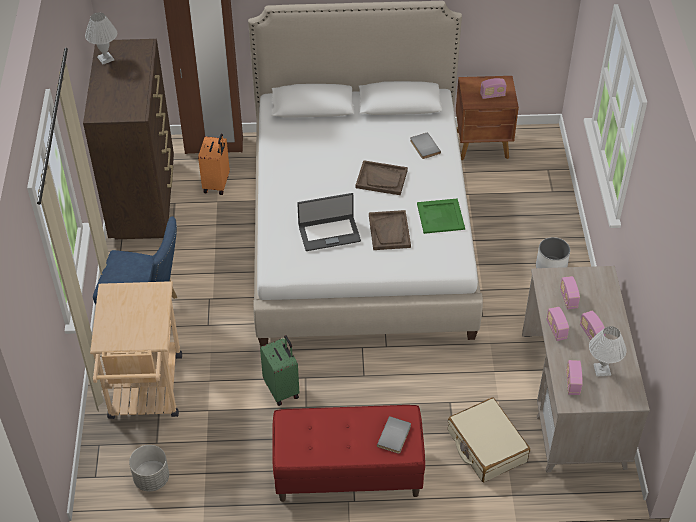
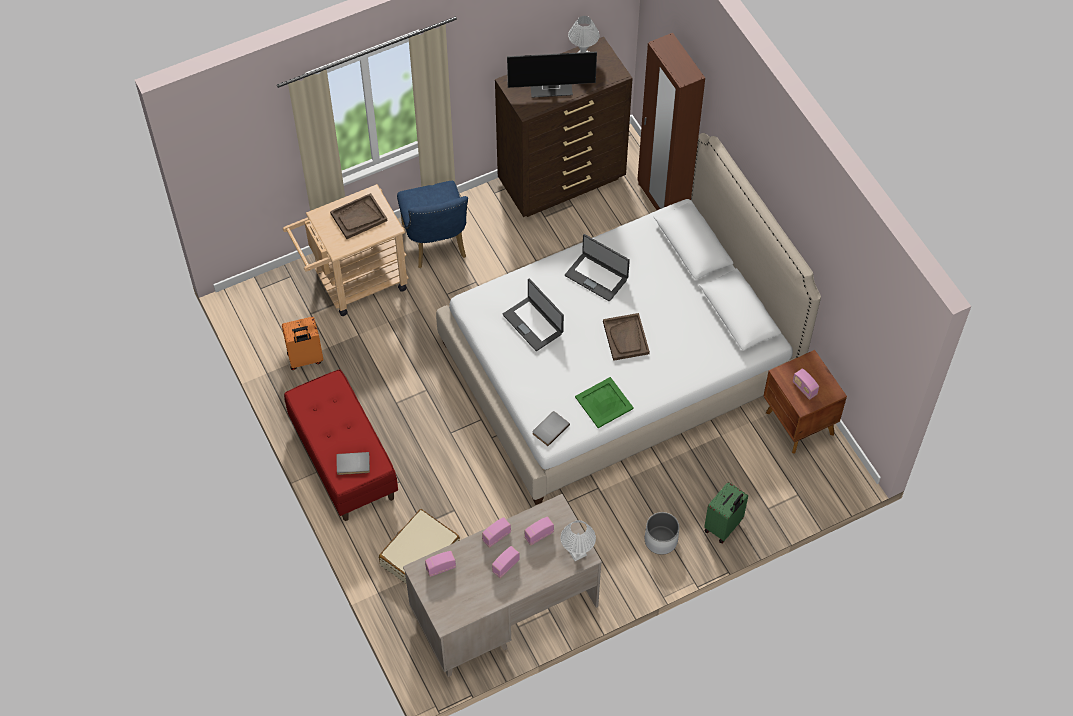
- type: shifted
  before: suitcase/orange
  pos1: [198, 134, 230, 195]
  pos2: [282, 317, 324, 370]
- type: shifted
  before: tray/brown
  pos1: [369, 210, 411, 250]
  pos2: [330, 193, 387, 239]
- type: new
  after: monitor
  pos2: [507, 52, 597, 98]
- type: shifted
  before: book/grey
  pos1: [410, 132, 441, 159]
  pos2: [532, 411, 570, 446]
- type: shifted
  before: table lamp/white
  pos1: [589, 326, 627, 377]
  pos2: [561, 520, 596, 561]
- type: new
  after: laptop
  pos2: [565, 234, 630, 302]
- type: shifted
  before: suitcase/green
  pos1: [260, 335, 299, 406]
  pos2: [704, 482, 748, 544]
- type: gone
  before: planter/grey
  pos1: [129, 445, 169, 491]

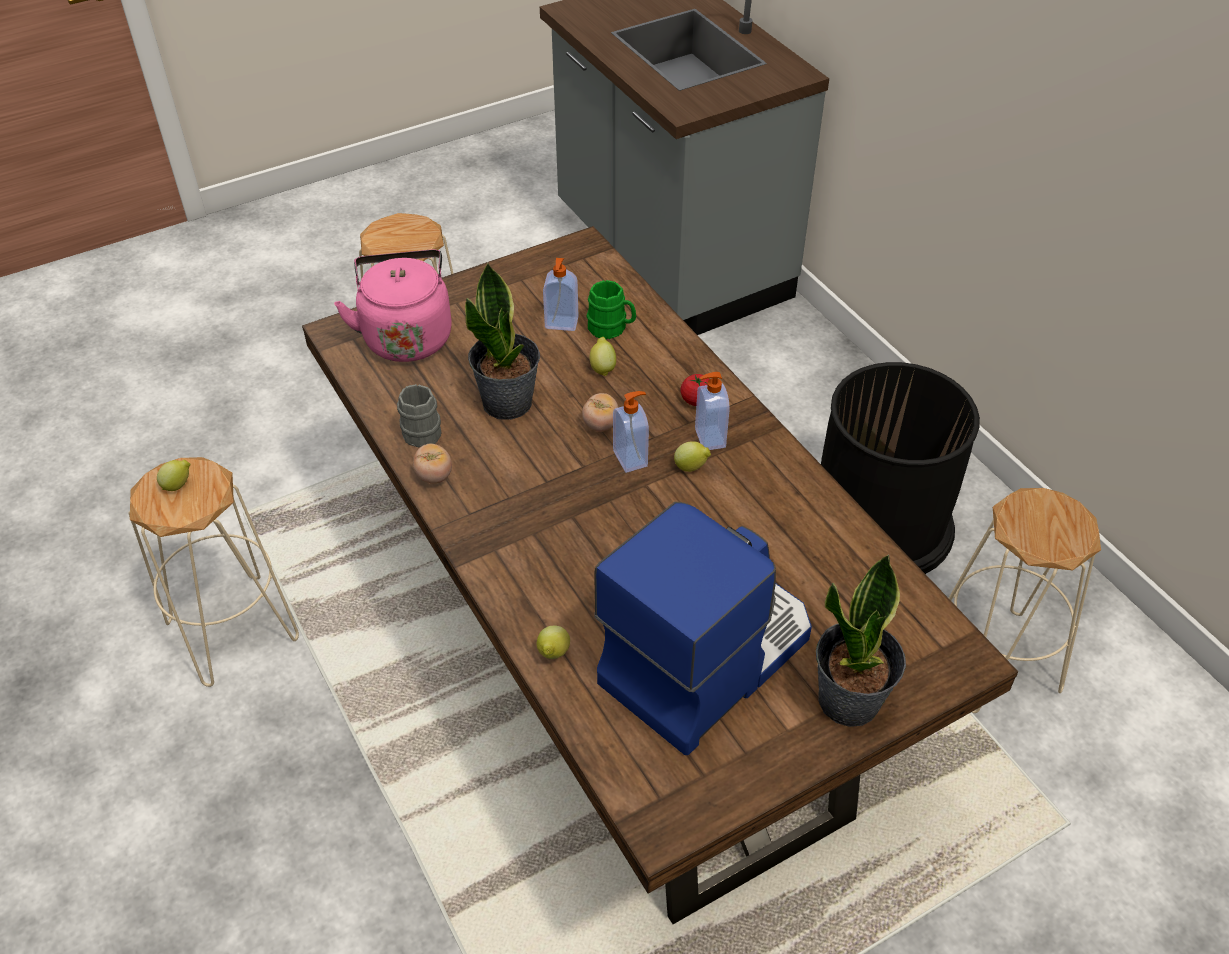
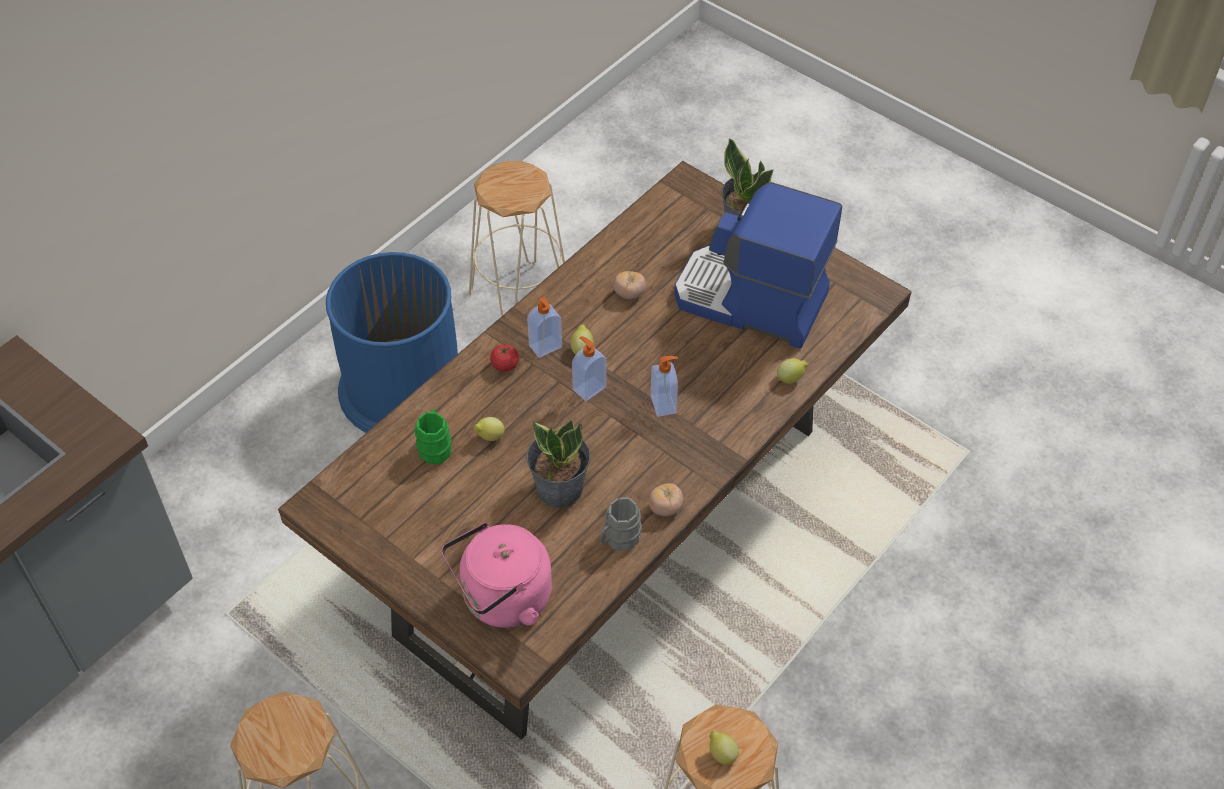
- type: repainted
  before: trash can/black
  after: trash can/blue
  pos1: [821, 362, 980, 574]
  pos2: [326, 252, 458, 433]
- type: shifted
  before: tomato
  pos1: [582, 393, 619, 432]
  pos2: [613, 271, 646, 299]
- type: shifted
  before: soap dispenser
  pos1: [543, 258, 578, 331]
  pos2: [651, 356, 678, 417]

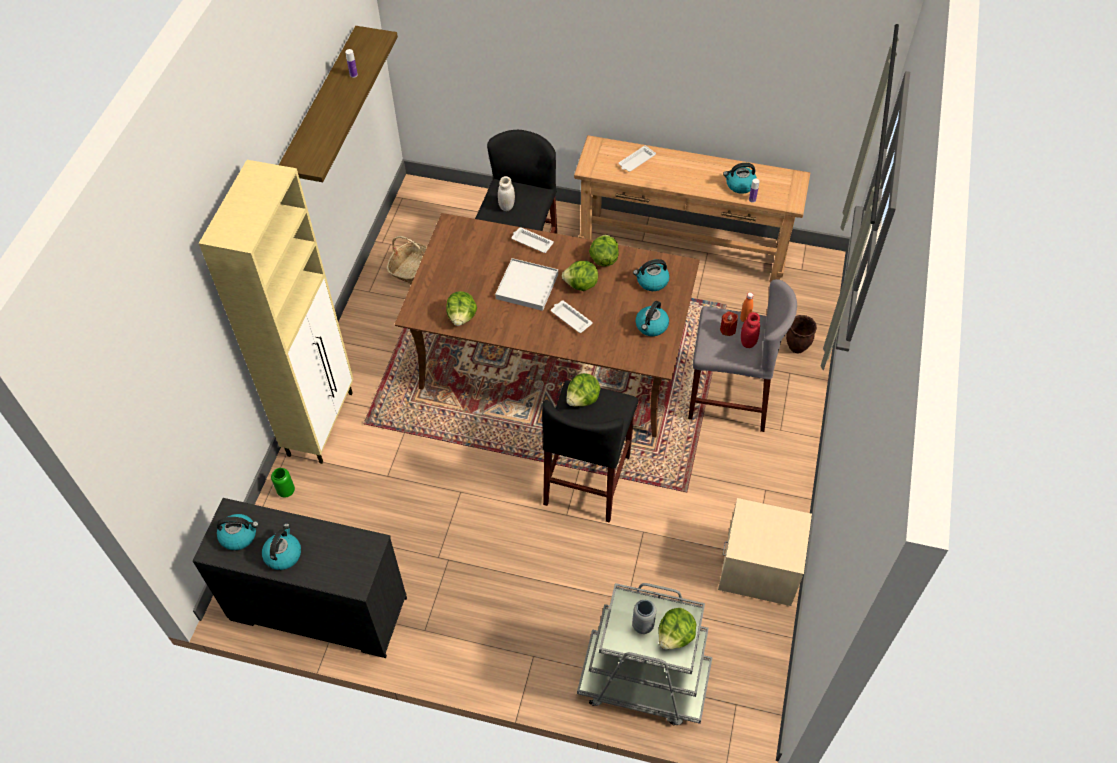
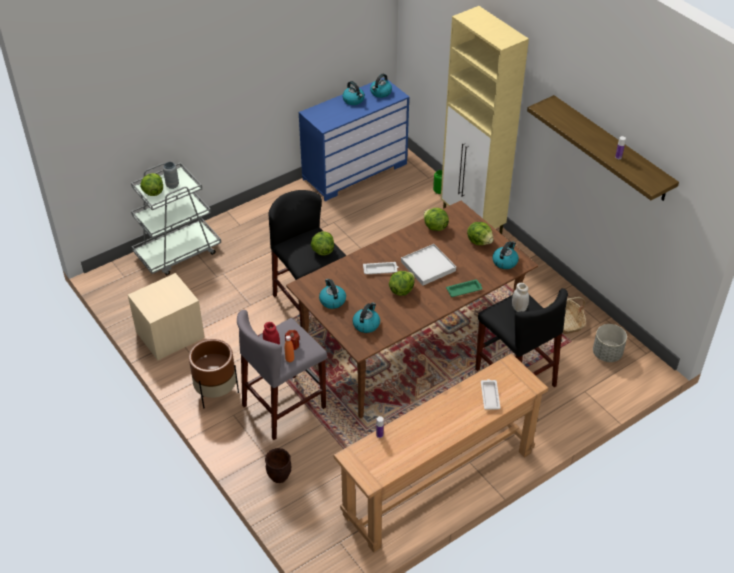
- type: new
  after: planter/brown
  pos2: [189, 339, 239, 408]
- type: repainted
  before: dresser/black
  after: dresser/blue
  pos1: [193, 498, 407, 658]
  pos2: [299, 78, 410, 201]
- type: repainted
  before: tray/white
  after: tray/green
  pos1: [511, 227, 554, 253]
  pos2: [446, 279, 482, 297]
- type: shifted
  before: lettuce
  pos1: [589, 235, 619, 267]
  pos2: [467, 222, 493, 245]
- type: shifted
  before: kettle
  pos1: [723, 163, 757, 194]
  pos2: [492, 241, 519, 269]
- type: new
  after: planter/grey
  pos2: [593, 324, 627, 362]

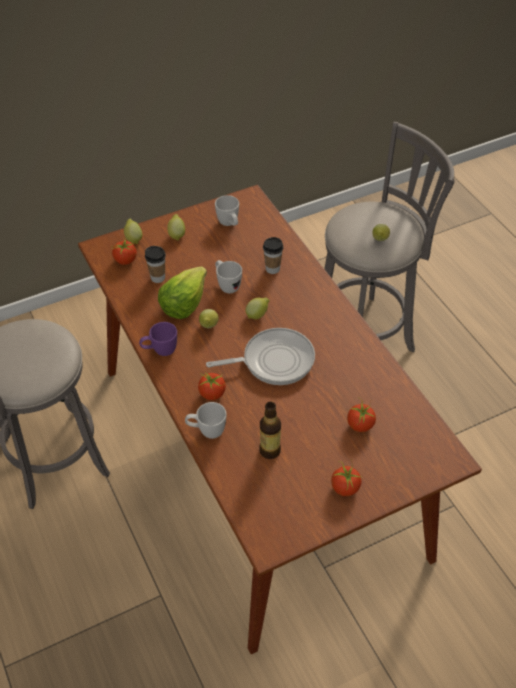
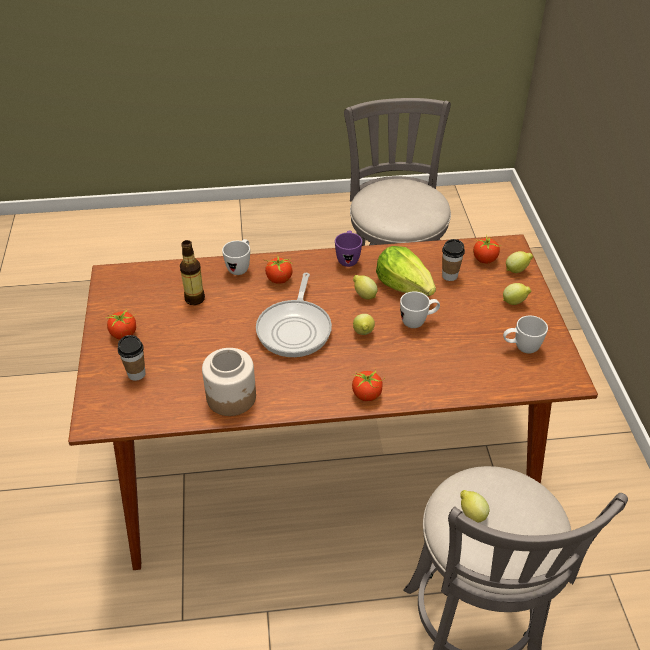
- type: shifted
  before: cup
  pos1: [263, 237, 283, 274]
  pos2: [118, 335, 145, 381]
- type: new
  after: jar
  pos2: [202, 348, 256, 416]
- type: shifted
  before: tomato
  pos1: [347, 398, 376, 432]
  pos2: [352, 368, 385, 401]

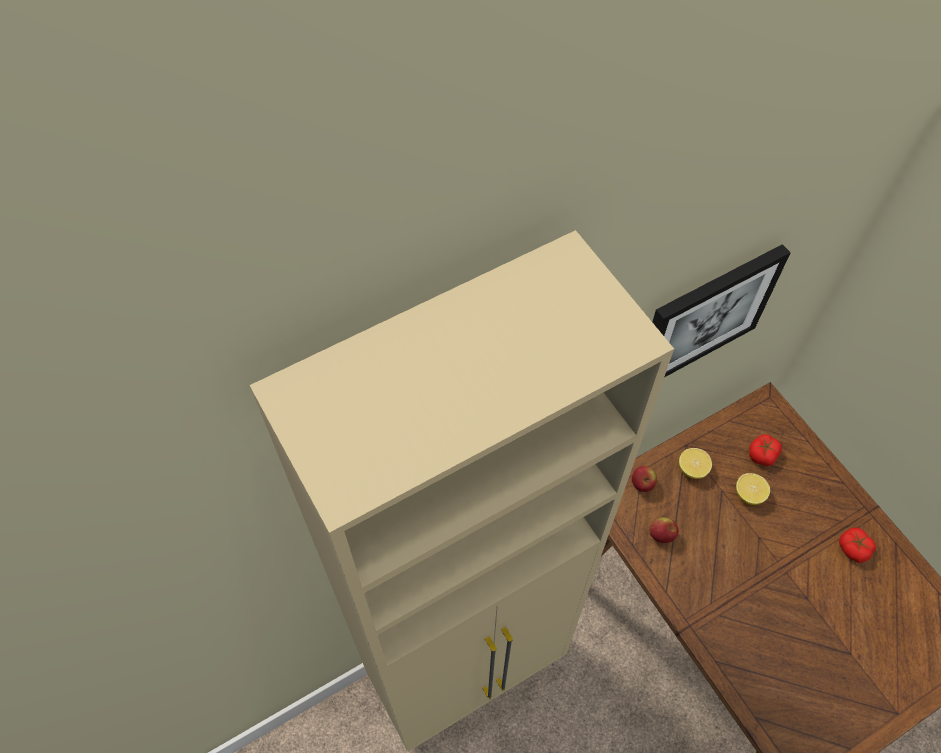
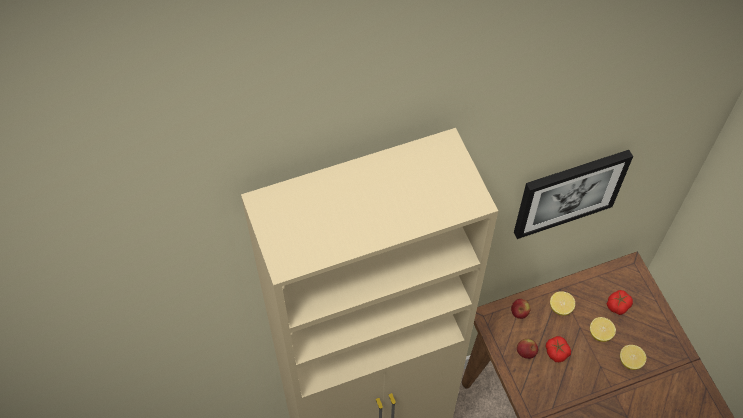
- type: shifted
  before: tomato
  pos1: [839, 527, 876, 563]
  pos2: [546, 336, 571, 362]
- type: new
  after: lemon
  pos2: [620, 345, 646, 370]

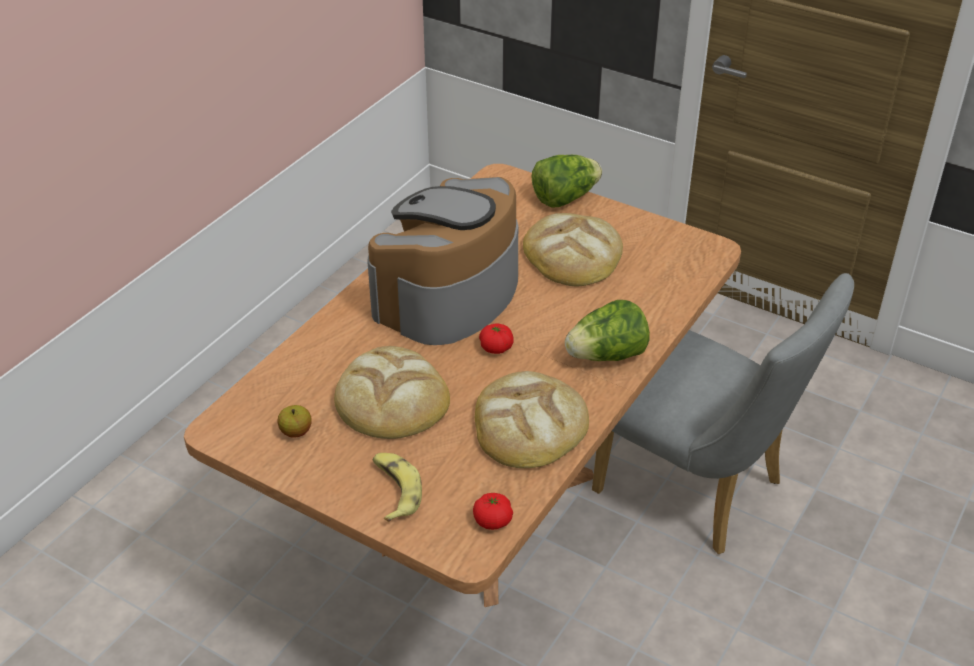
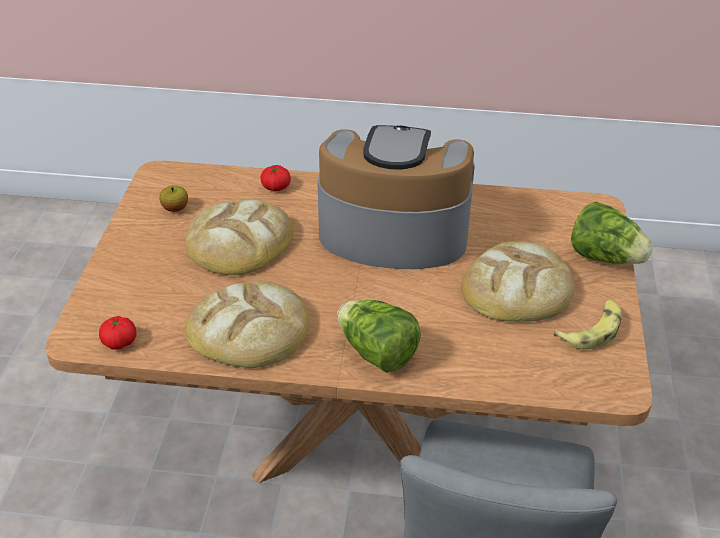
- type: shifted
  before: tomato
  pos1: [479, 324, 514, 354]
  pos2: [260, 165, 291, 191]
- type: shifted
  before: banana
  pos1: [373, 453, 422, 522]
  pos2: [553, 300, 622, 349]

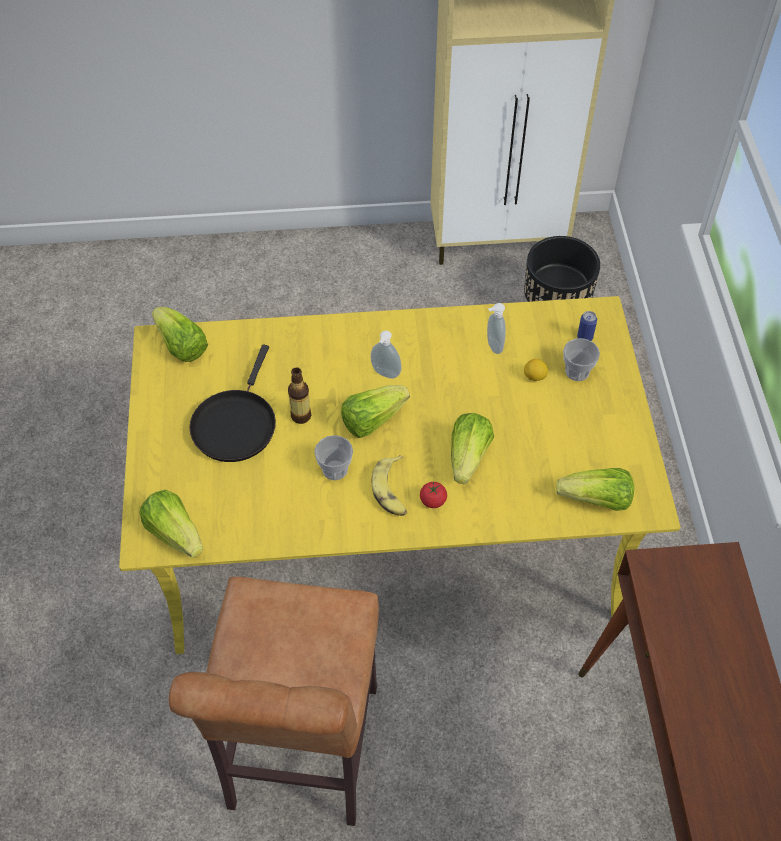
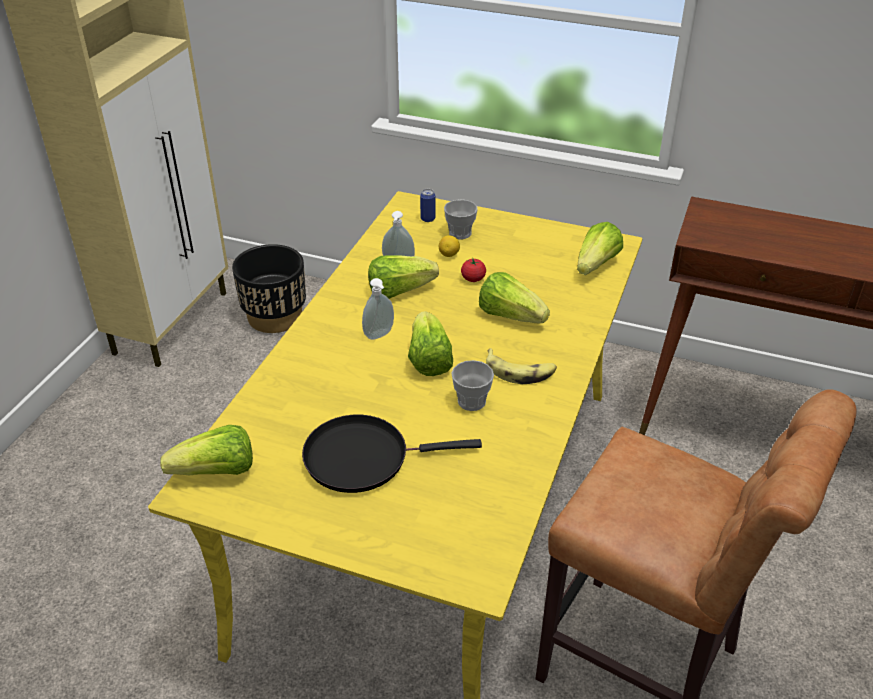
- type: rotated
  before: frying pan/black
  pos1: [189, 345, 276, 462]
  pos2: [302, 415, 482, 493]
  turn: 135
- type: shifted
  before: lettuce
  pos1: [139, 490, 203, 557]
  pos2: [368, 255, 439, 299]
- type: shifted
  before: tomato
  pos1: [420, 482, 447, 508]
  pos2: [461, 257, 486, 282]
- type: gone
  before: bottle
  pos1: [288, 367, 311, 424]

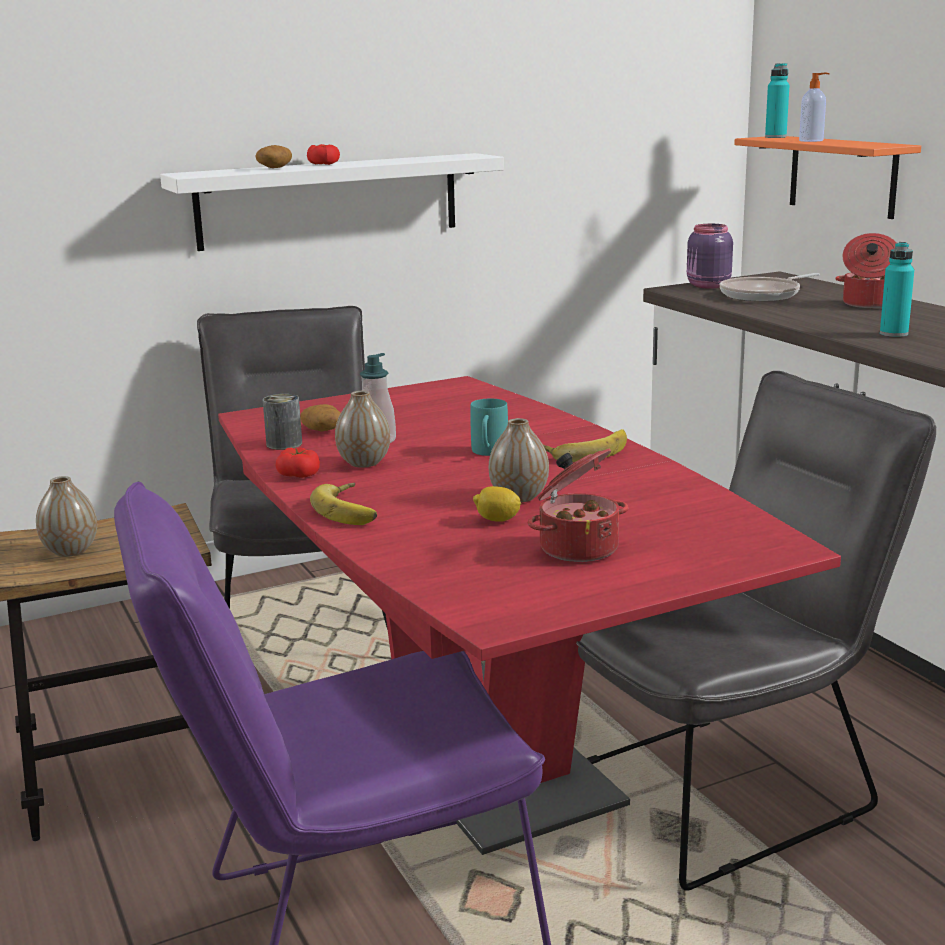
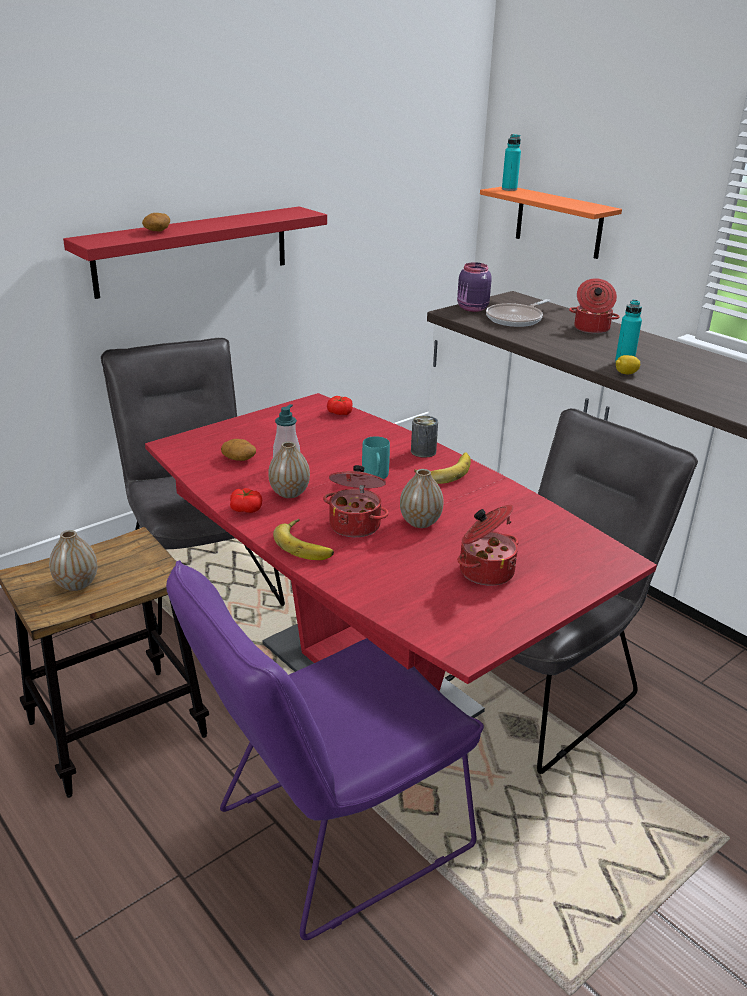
- type: repainted
  before: shelf/white
  after: shelf/red
  pos1: [160, 153, 504, 251]
  pos2: [63, 207, 327, 299]
- type: new
  after: cooking pot
  pos2: [323, 465, 389, 537]
- type: shifted
  before: tomato
  pos1: [307, 144, 340, 165]
  pos2: [327, 396, 353, 415]
- type: shifted
  before: can
  pos1: [263, 394, 302, 450]
  pos2: [411, 416, 438, 458]
- type: shifted
  before: lemon
  pos1: [473, 486, 521, 522]
  pos2: [616, 355, 641, 374]
- type: gone
  before: soap dispenser
  pos1: [799, 73, 830, 142]

